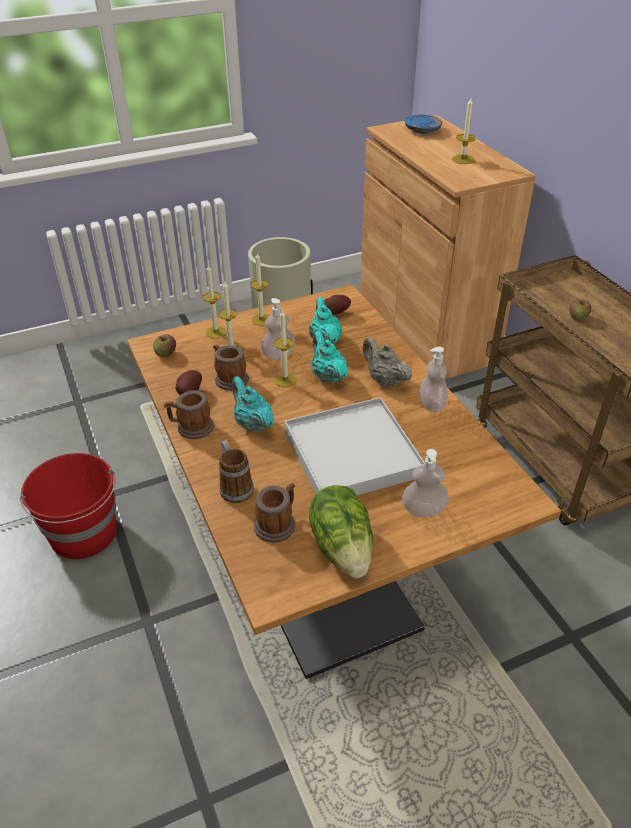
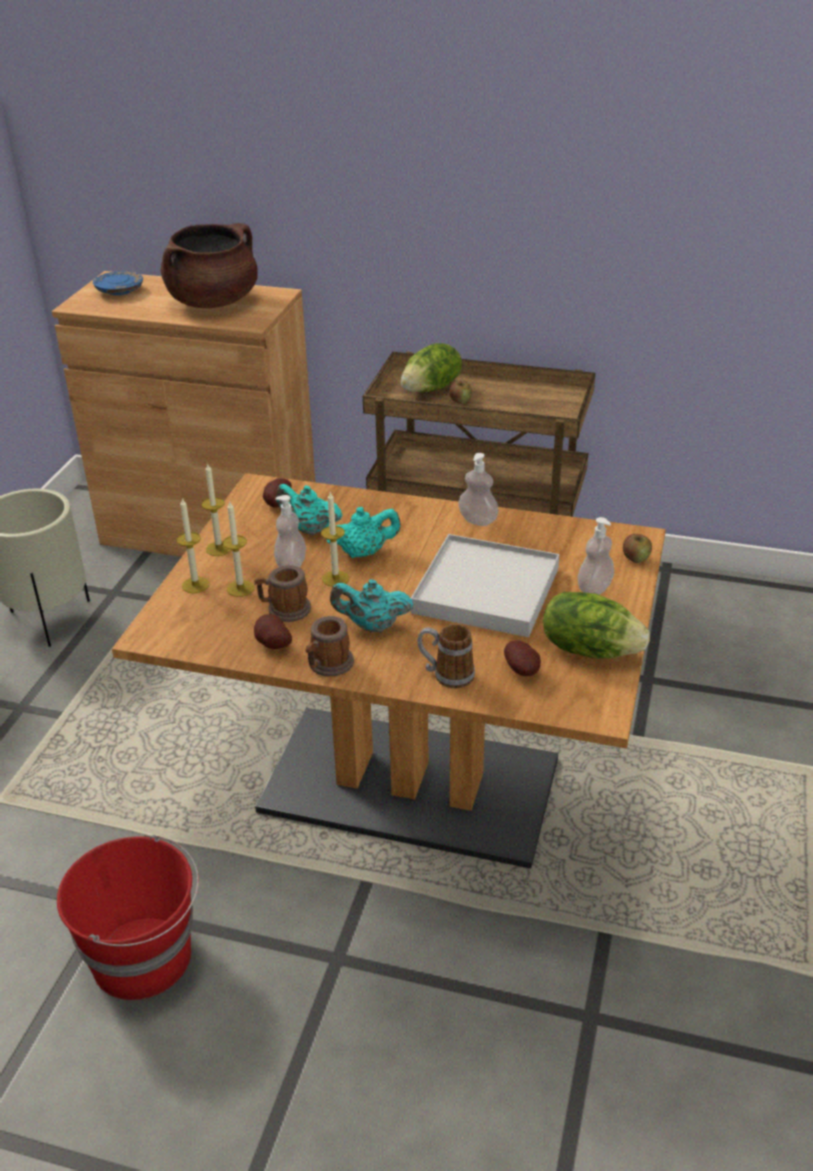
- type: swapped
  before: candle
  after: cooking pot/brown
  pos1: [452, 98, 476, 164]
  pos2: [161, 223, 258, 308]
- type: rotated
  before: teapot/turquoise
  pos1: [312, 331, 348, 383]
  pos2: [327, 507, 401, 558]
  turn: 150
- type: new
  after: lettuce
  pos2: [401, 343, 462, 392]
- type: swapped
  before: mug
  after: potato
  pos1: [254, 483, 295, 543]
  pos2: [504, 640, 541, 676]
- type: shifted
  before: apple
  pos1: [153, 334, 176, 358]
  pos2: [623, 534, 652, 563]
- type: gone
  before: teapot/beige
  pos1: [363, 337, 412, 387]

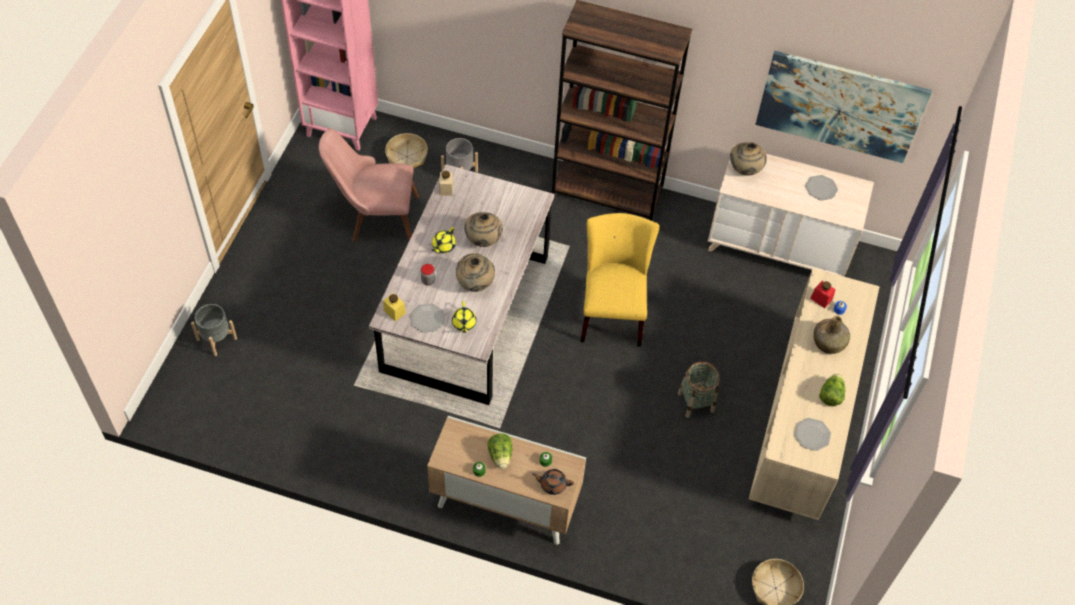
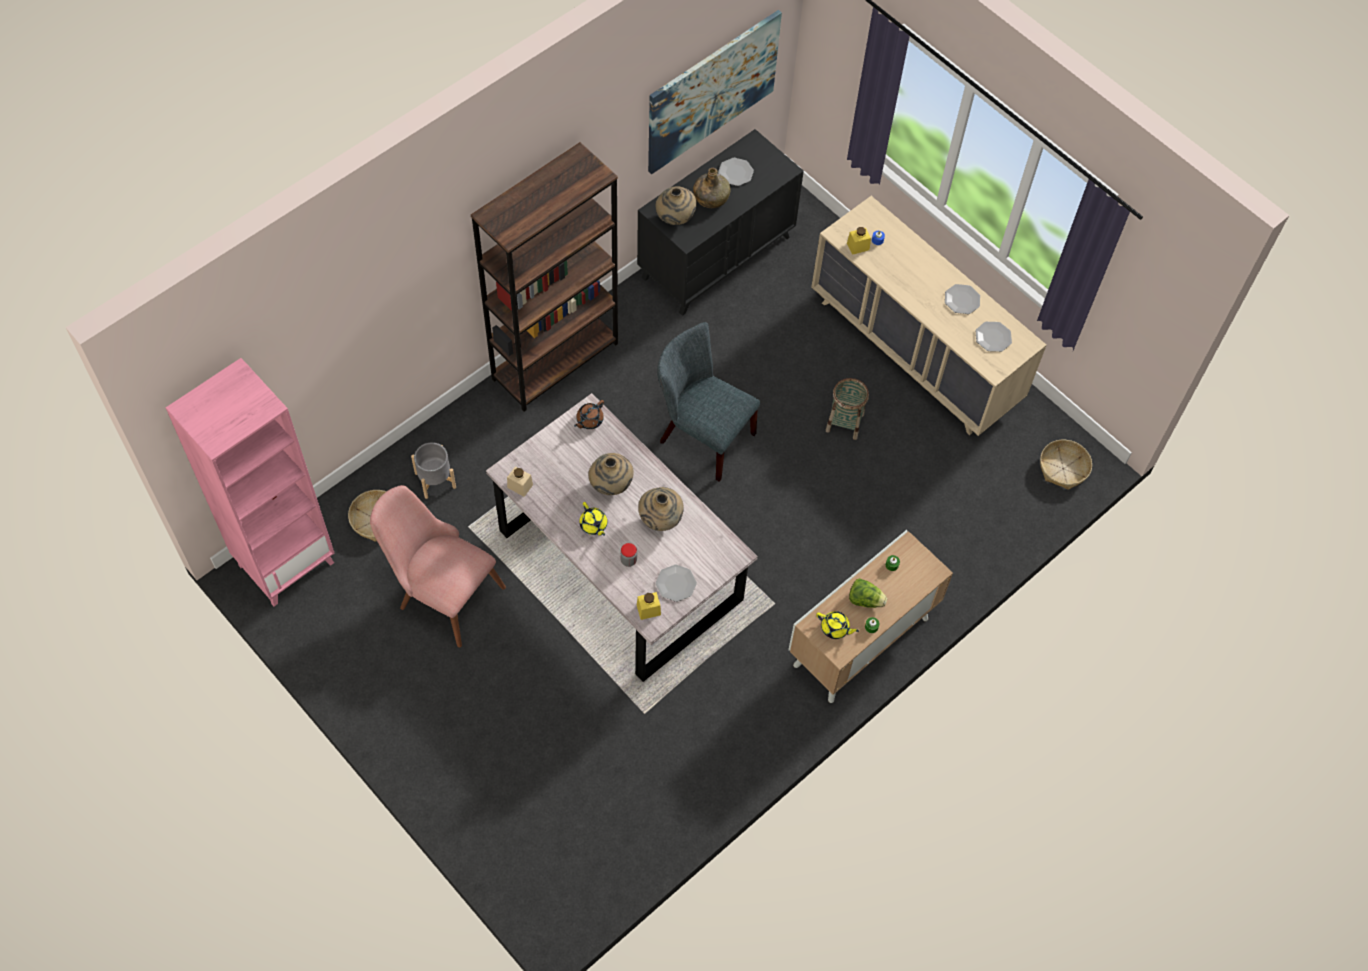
- type: rotated
  before: chair/pink
  pos1: [319, 128, 419, 242]
  pos2: [370, 485, 506, 647]
  turn: 90
- type: shifted
  before: teapot/brown
  pos1: [532, 469, 574, 495]
  pos2: [574, 400, 604, 429]
- type: repainted
  before: dresser/beige
  after: dresser/black
  pos1: [708, 145, 874, 277]
  pos2: [637, 129, 804, 316]
- type: repainted
  before: chair/yellow
  after: chair/grey
  pos1: [581, 213, 659, 347]
  pos2: [657, 322, 760, 482]
- type: shifted
  before: bottle/green
  pos1: [813, 316, 850, 354]
  pos2: [693, 168, 731, 208]
- type: shifted
  before: teapot/yellow
  pos1: [452, 301, 476, 333]
  pos2: [816, 611, 859, 639]
- type: repainted
  before: jar/red
  after: jar/yellow
  pos1: [810, 281, 836, 308]
  pos2: [847, 227, 871, 255]
- type: swapped
  before: lettuce
  after: plate
  pos1: [819, 374, 845, 406]
  pos2: [945, 284, 980, 314]
- type: gone
  before: planter/grey
  pos1: [191, 304, 237, 356]

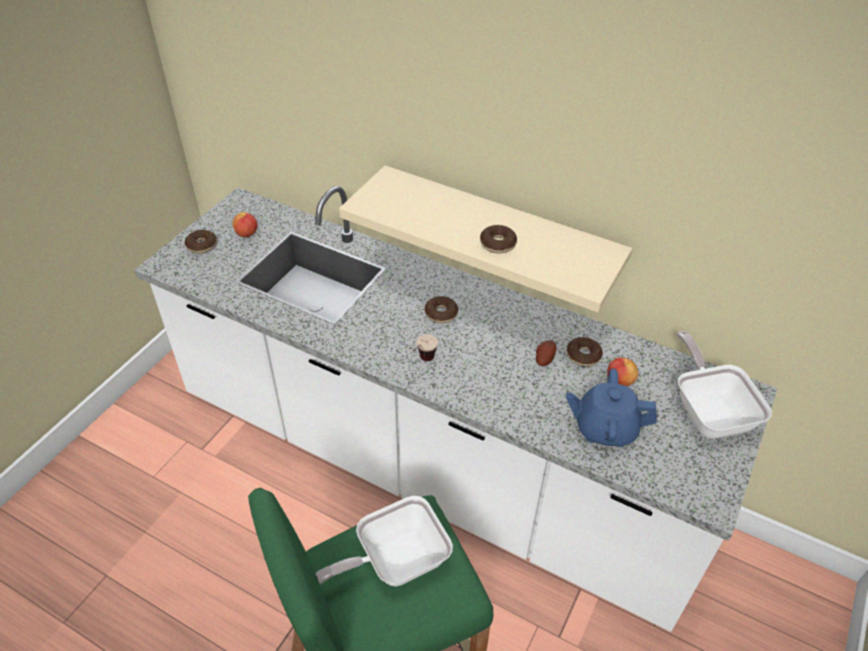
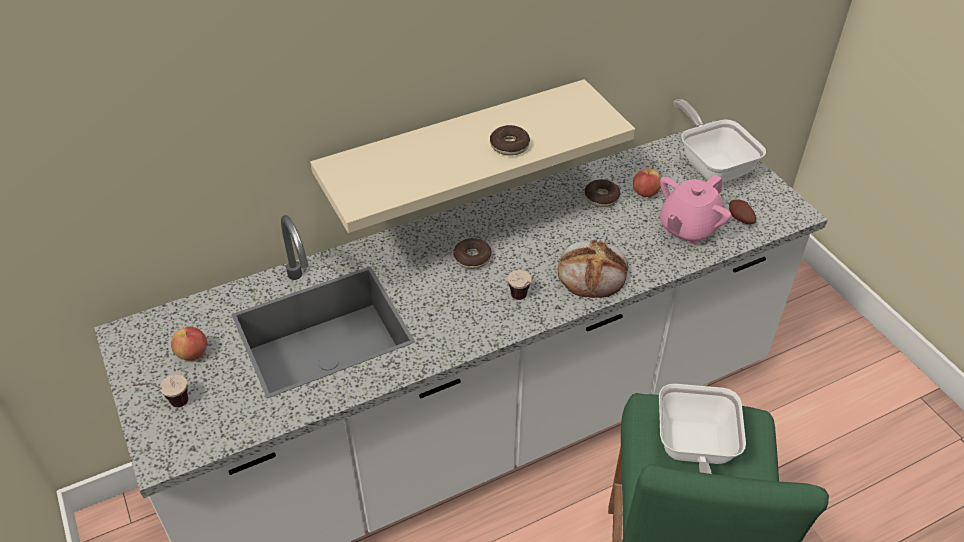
- type: swapped
  before: donut
  after: cup
  pos1: [185, 230, 217, 254]
  pos2: [132, 374, 188, 407]
- type: new
  after: bread
  pos2: [558, 240, 628, 298]
- type: repainted
  before: teapot/blue
  after: teapot/pink
  pos1: [566, 369, 657, 447]
  pos2: [660, 175, 731, 245]
- type: rotated
  before: frying pan
  pos1: [677, 331, 772, 439]
  pos2: [674, 99, 766, 182]
  turn: 45
- type: shifted
  before: potato
  pos1: [536, 340, 557, 366]
  pos2: [729, 200, 756, 224]

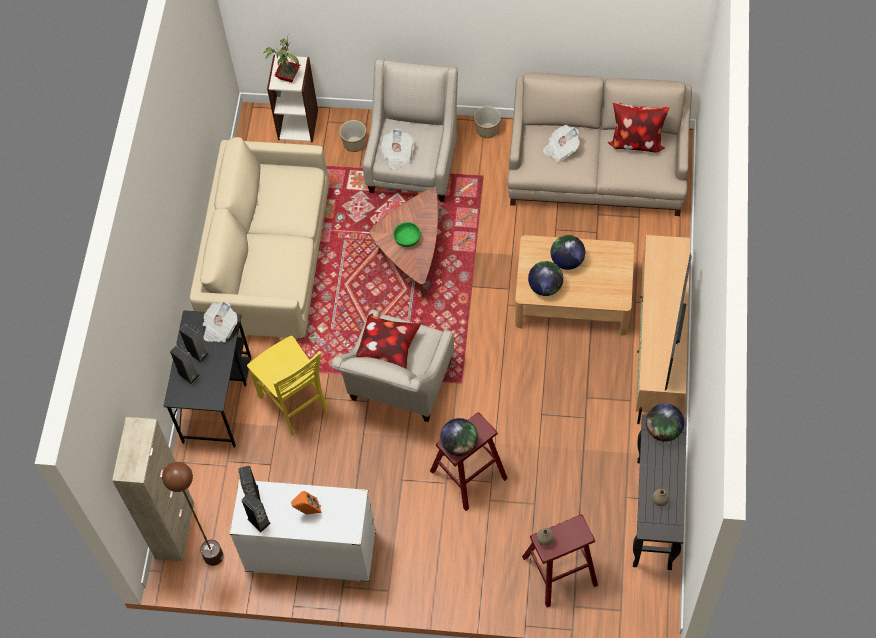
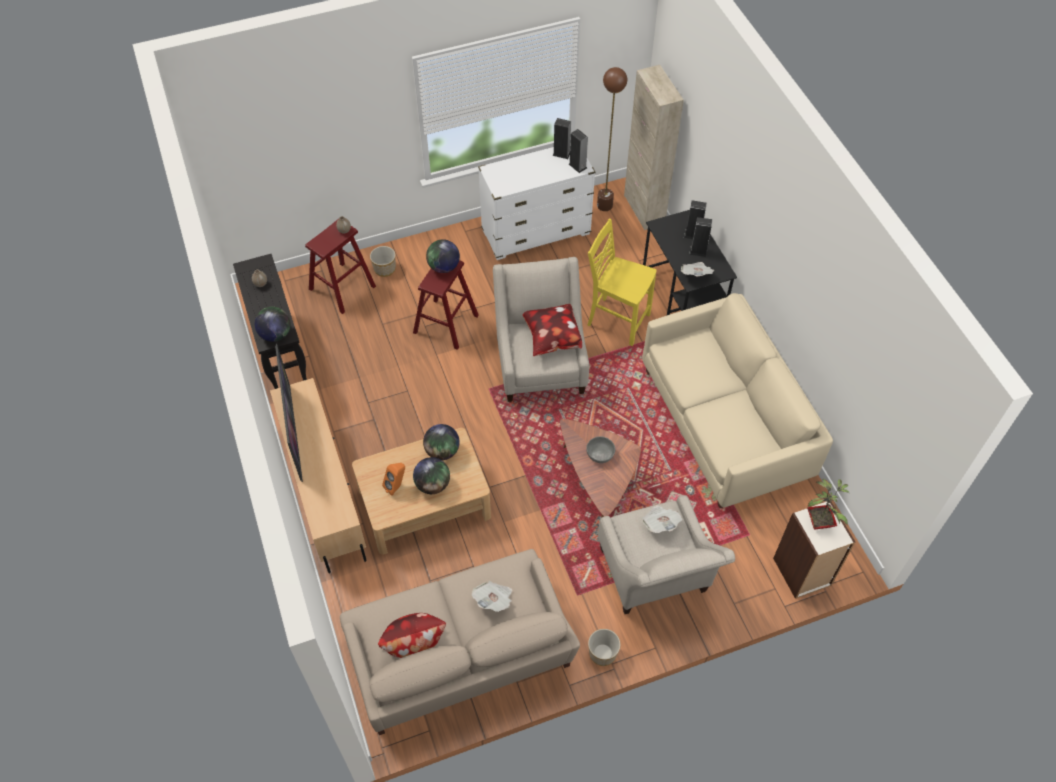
- type: shifted
  before: planter
  pos1: [340, 120, 366, 152]
  pos2: [370, 246, 396, 277]
- type: shifted
  before: speaker/orange
  pos1: [291, 491, 322, 515]
  pos2: [382, 463, 405, 496]
- type: repainted
  before: bowl/green
  after: bowl/grey
  pos1: [393, 222, 421, 247]
  pos2: [586, 436, 615, 463]

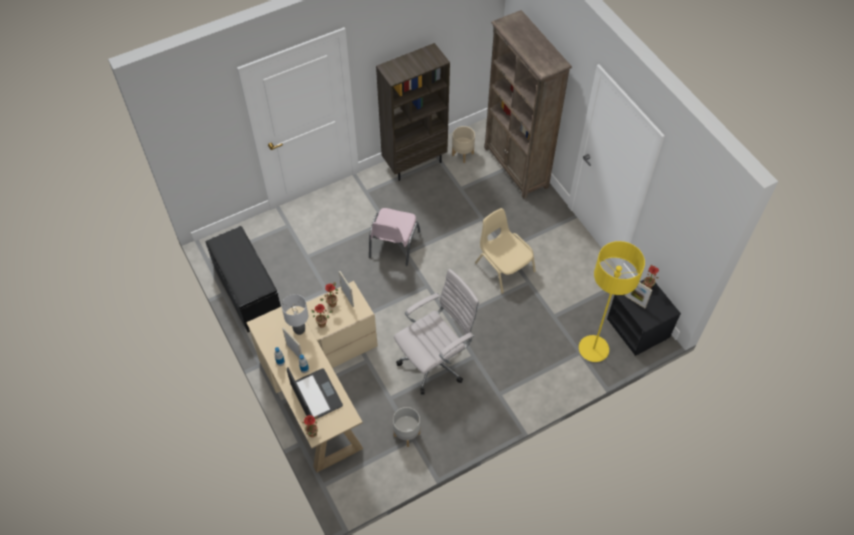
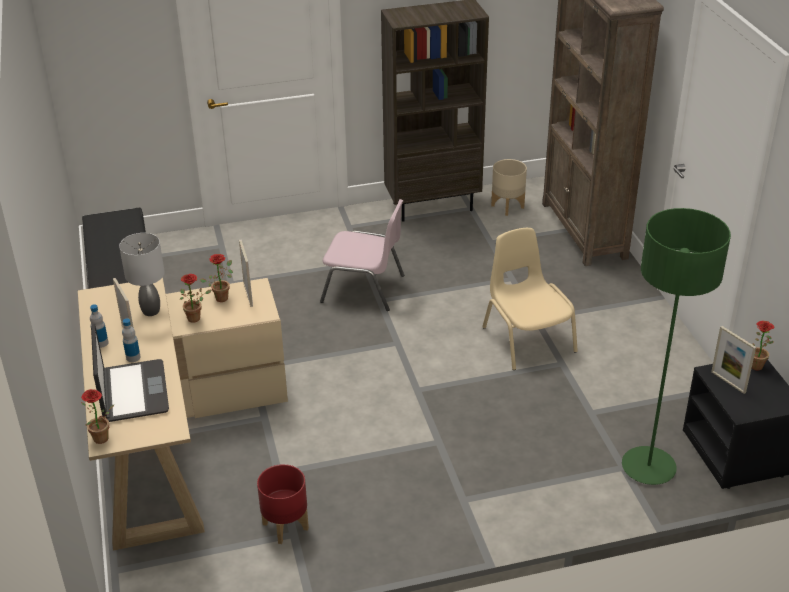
- type: repainted
  before: planter/grey
  after: planter/red
  pos1: [393, 407, 420, 447]
  pos2: [257, 464, 309, 544]
- type: rotated
  before: chair/pink
  pos1: [369, 208, 421, 266]
  pos2: [320, 199, 404, 311]
  turn: -105
- type: repainted
  before: floor lamp/yellow
  after: floor lamp/green
  pos1: [579, 241, 645, 362]
  pos2: [622, 208, 731, 485]
- type: gone
  before: office chair/white
  pos1: [394, 269, 479, 394]

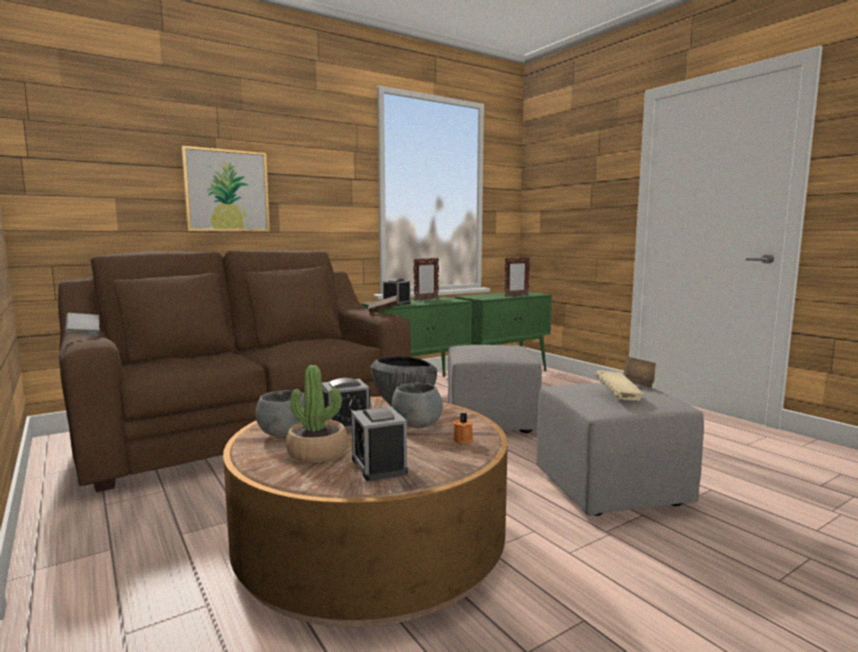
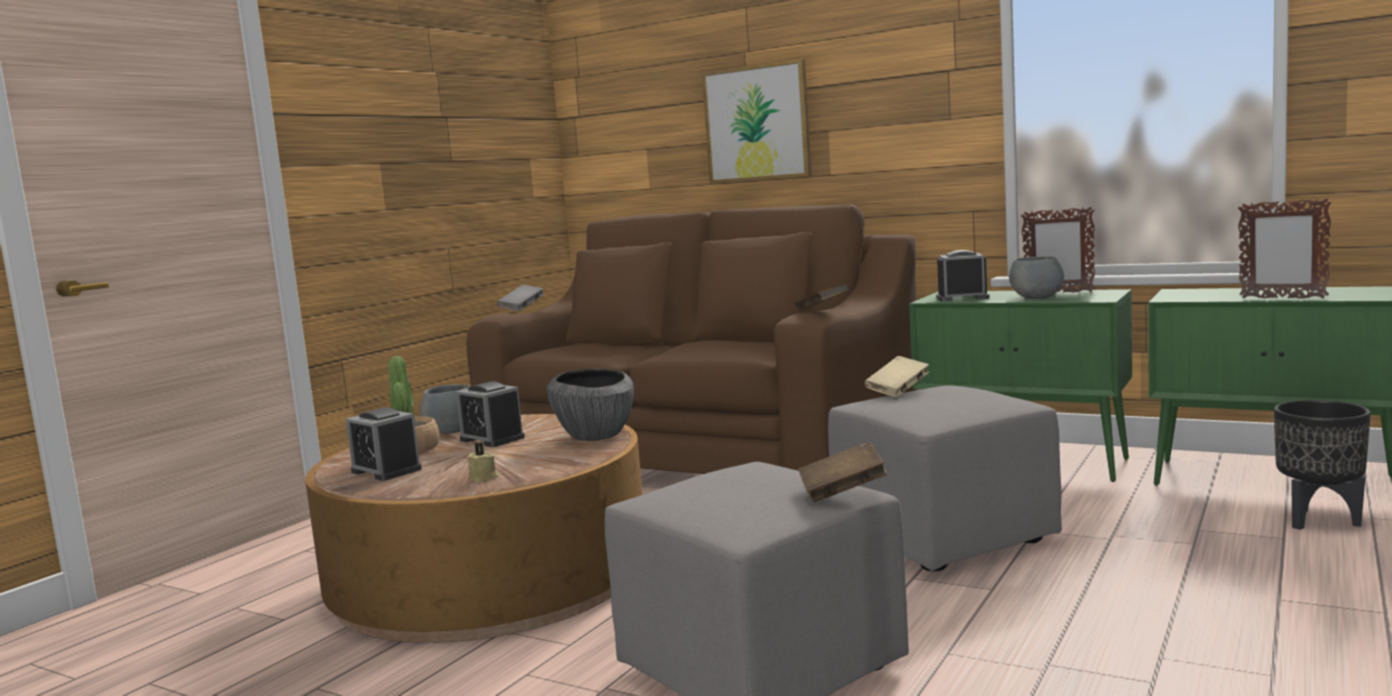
- type: rotated
  before: alarm clock
  pos1: [351, 406, 408, 481]
  pos2: [346, 407, 422, 481]
  turn: -90
- type: repainted
  before: candle/orange
  after: candle/beige
  pos1: [453, 413, 473, 444]
  pos2: [467, 442, 499, 482]
- type: shifted
  before: book/beige
  pos1: [595, 370, 644, 401]
  pos2: [865, 356, 929, 397]
- type: shifted
  before: bowl/grey
  pos1: [392, 383, 443, 428]
  pos2: [1009, 256, 1064, 299]
- type: new
  after: planter/black
  pos2: [1274, 400, 1371, 530]

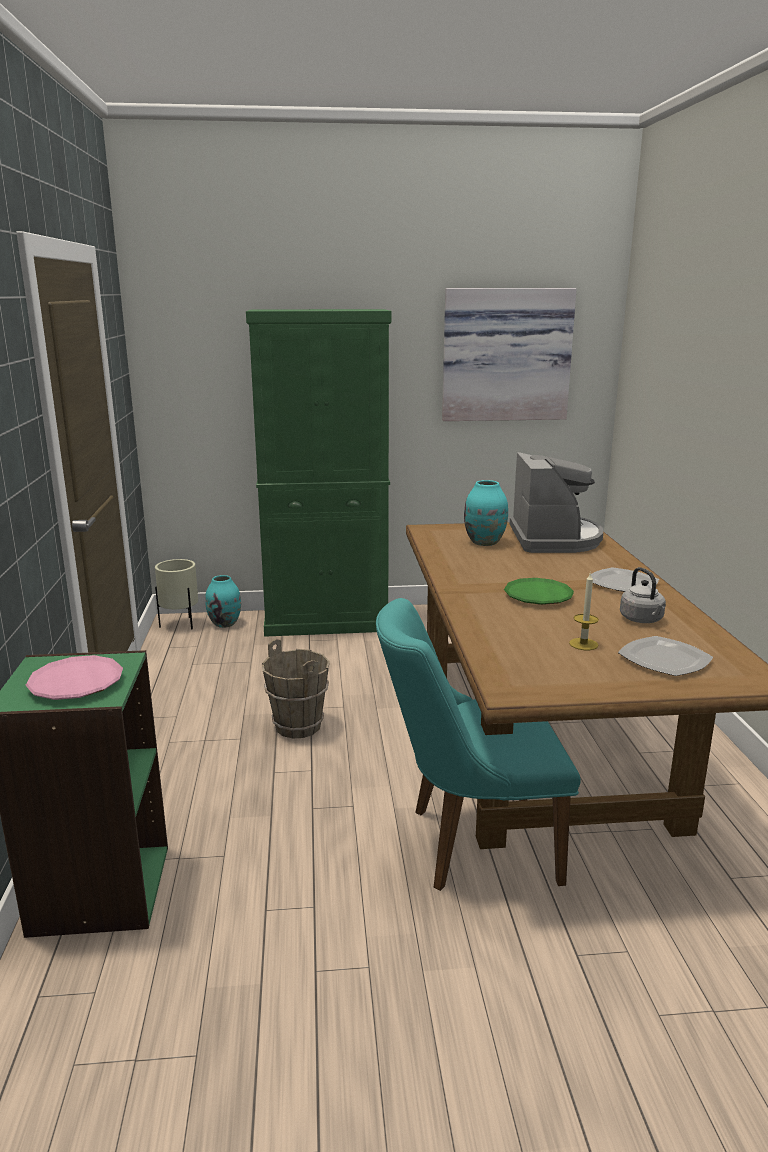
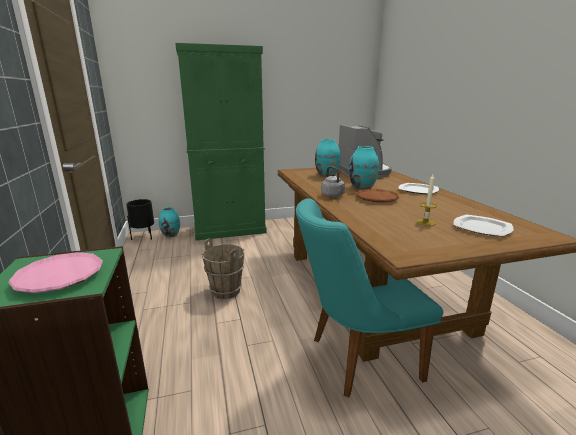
- type: repainted
  before: planter/beige
  after: planter/black
  pos1: [155, 559, 198, 629]
  pos2: [126, 199, 154, 240]
- type: shifted
  before: kettle/grey
  pos1: [620, 567, 666, 623]
  pos2: [321, 166, 345, 197]
- type: new
  after: vase/turquoise
  pos2: [349, 146, 379, 190]
- type: repainted
  before: plate/green
  after: plate/brown
  pos1: [504, 578, 574, 605]
  pos2: [356, 189, 399, 203]
- type: gone
  before: picture
  pos1: [442, 288, 577, 421]

